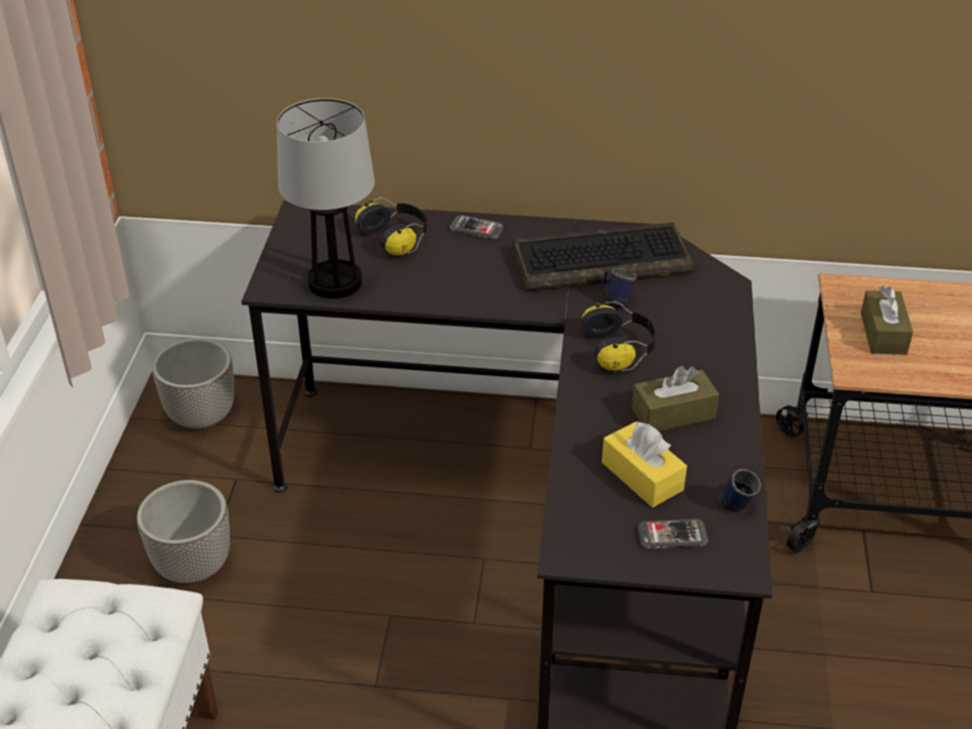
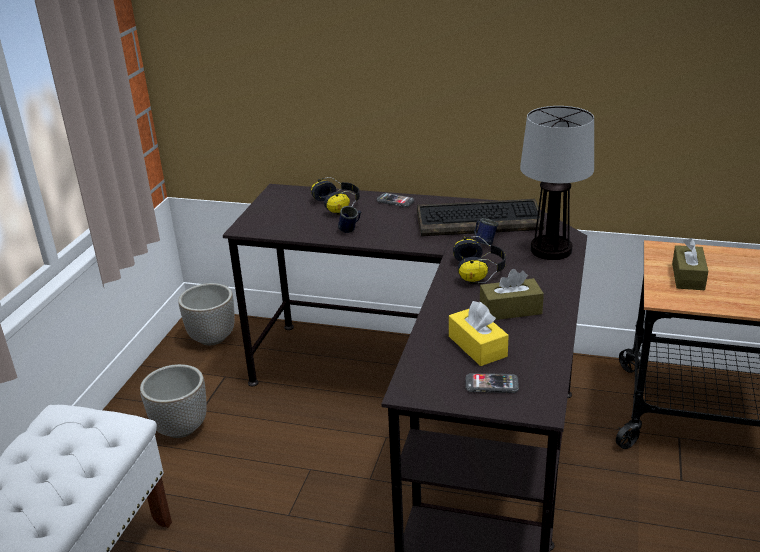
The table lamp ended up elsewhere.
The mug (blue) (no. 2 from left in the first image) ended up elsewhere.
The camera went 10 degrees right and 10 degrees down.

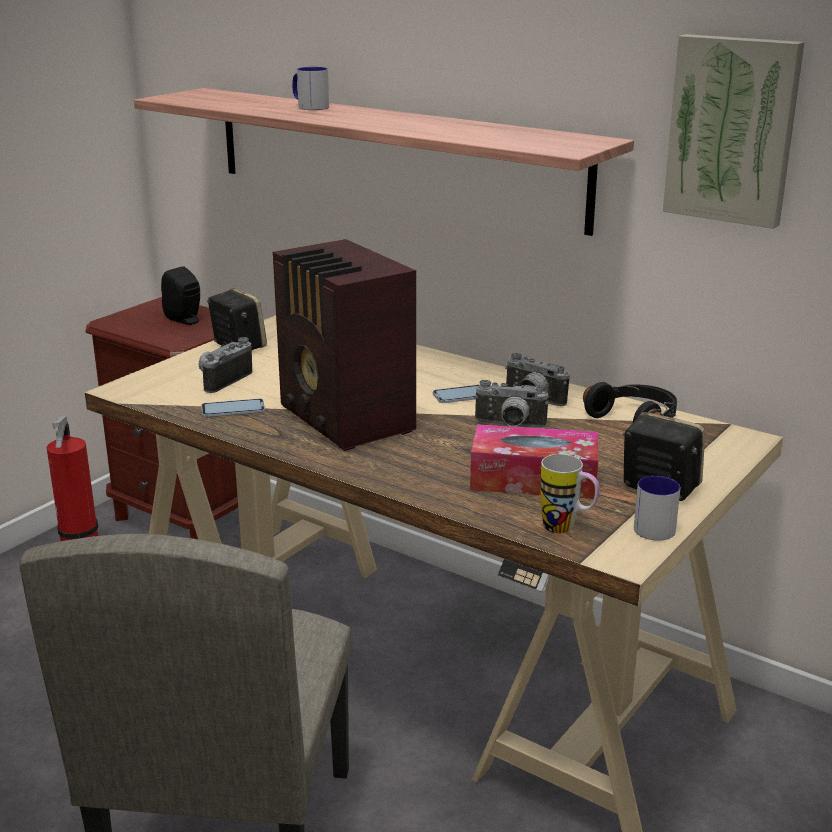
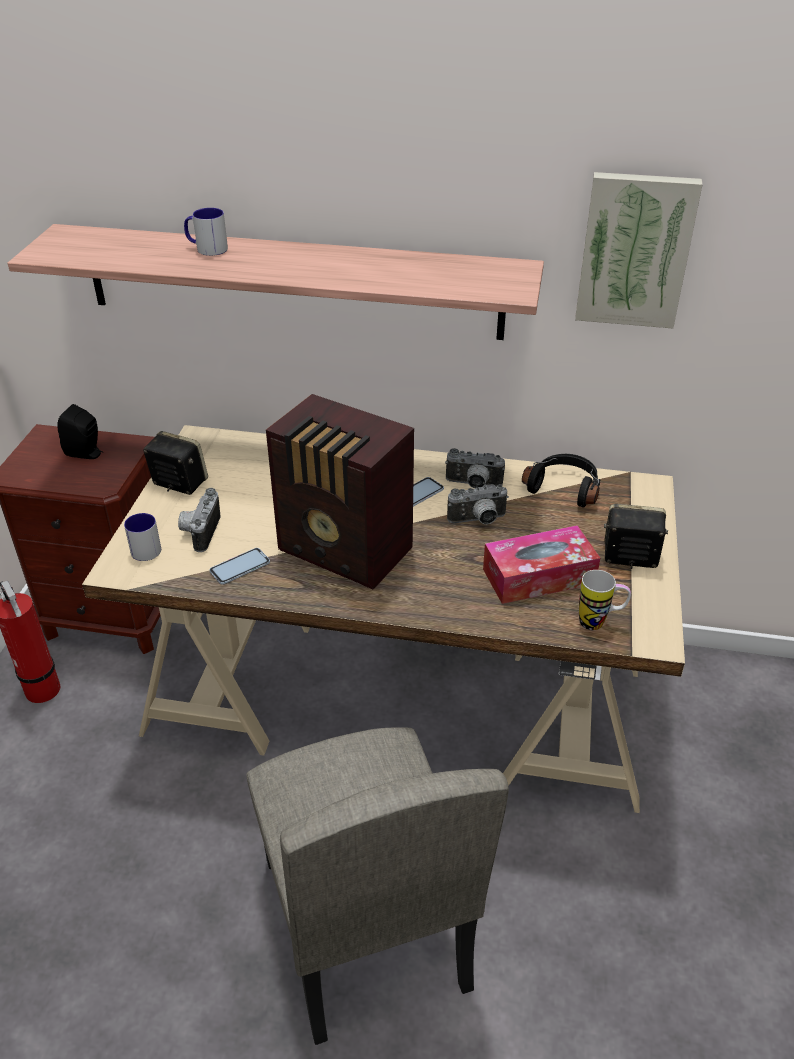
The mug (no. 3 from left in the first image) ended up elsewhere.
The camera went 25 degrees left and 15 degrees up.

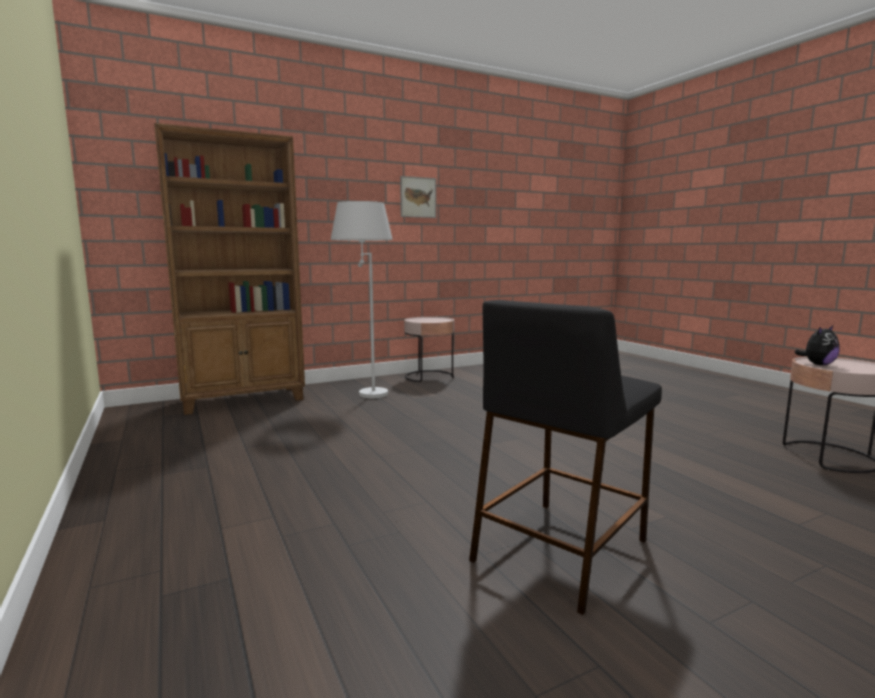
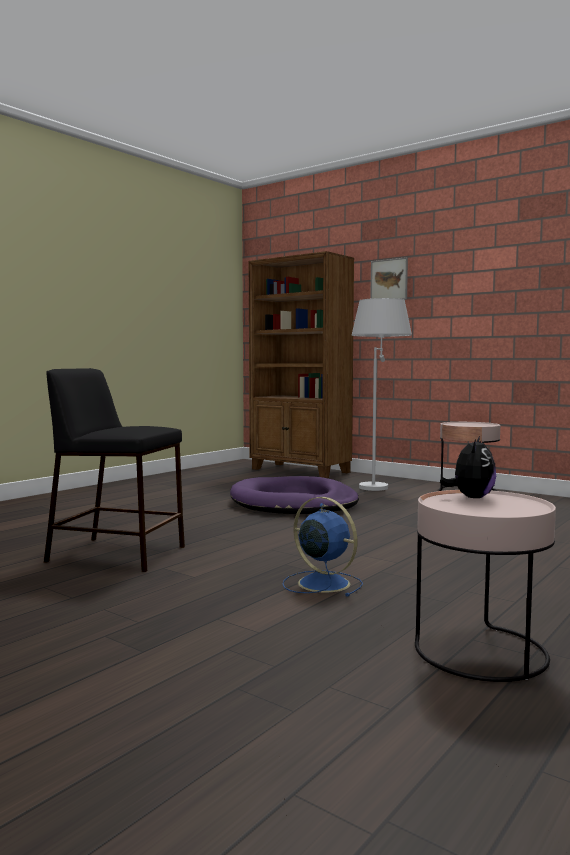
The picture ended up elsewhere.
The plush toy ended up facing another way, 105 degrees counterclockwise from before.
The second view gained the dog bed (purple).
The second view gained the fan (blue).
The camera went 65 degrees right and 5 degrees down.

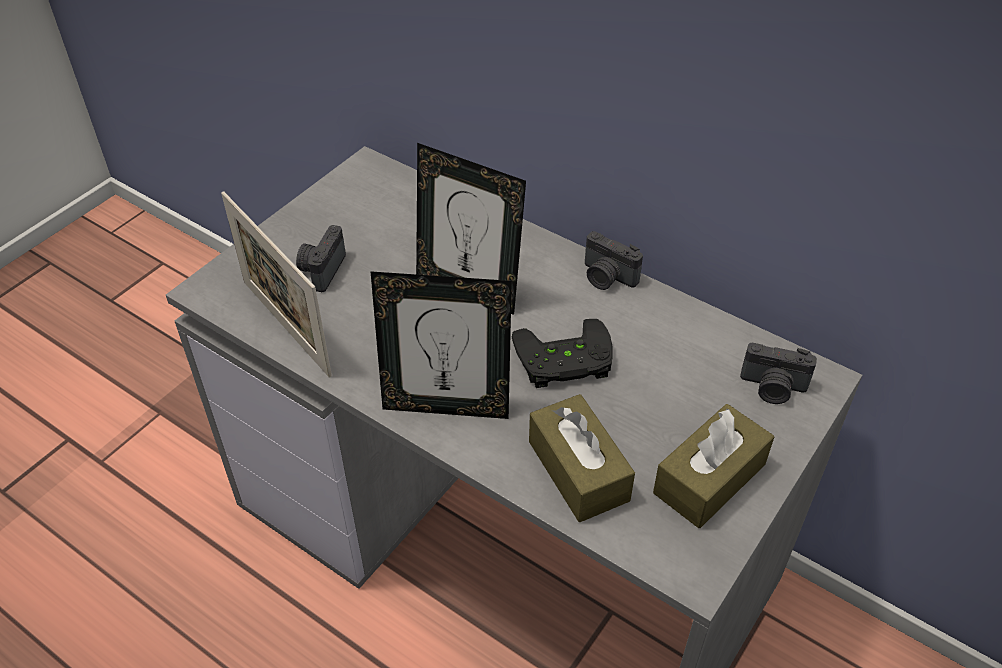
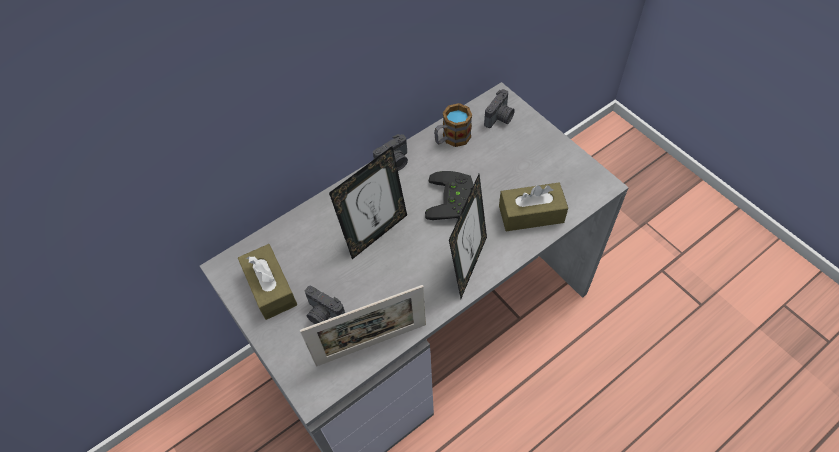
The tissue box (brown) (no. 2 from left in the first image) ended up elsewhere.
The second view gained the mug.
The camera went 70 degrees left and 10 degrees up.

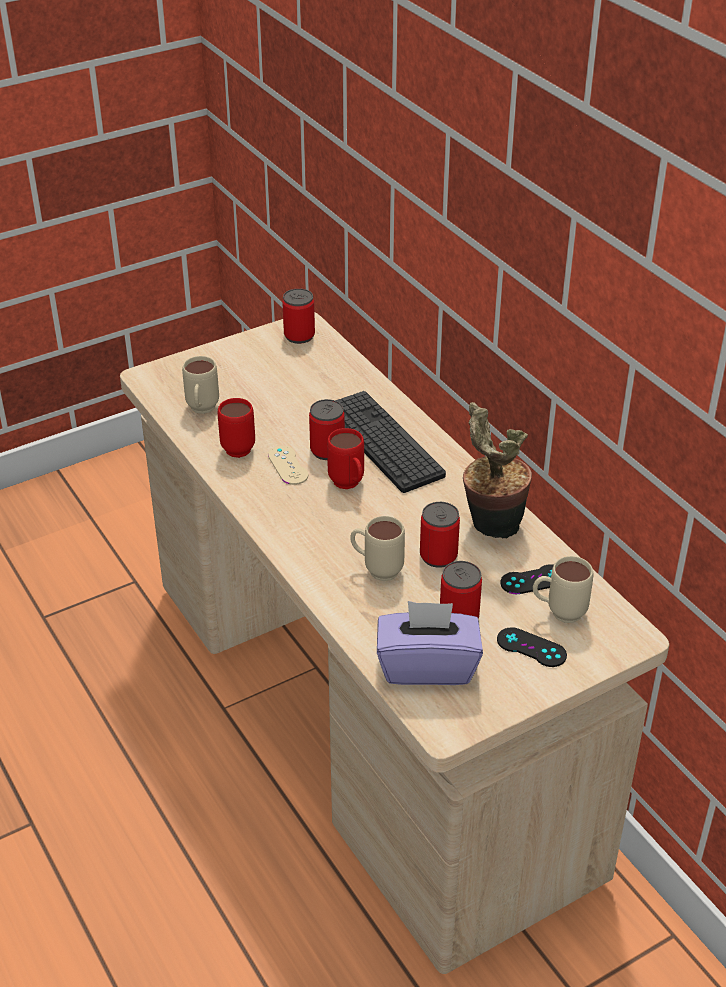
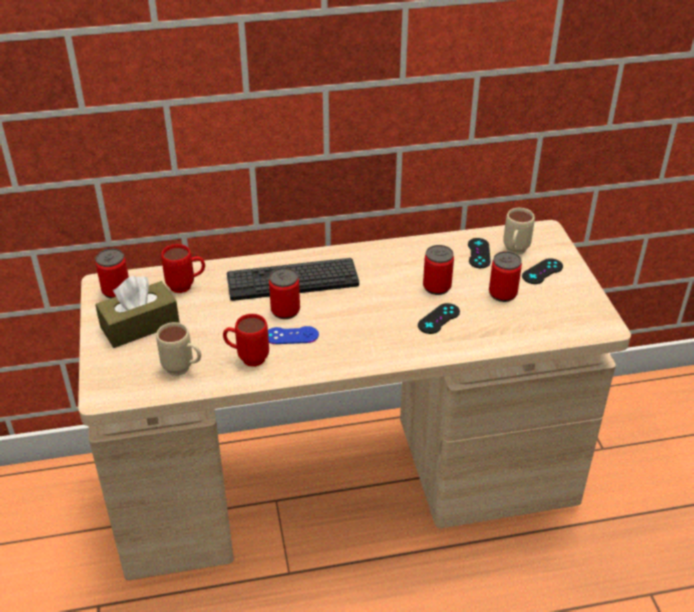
The second view lost the potted plant.
The mug (red) (no. 2 from left in the first image) ended up elsewhere.
What was the game controller (beige) turned into the game controller (blue).
Where the mug (beige) (no. 2 from left) stood, the game controller (black) (no. 1 from left) came to stand.
The second view lost the tissue box (purple).
The second view gained the tissue box (brown).
The camera went 70 degrees left and 0 degrees up.

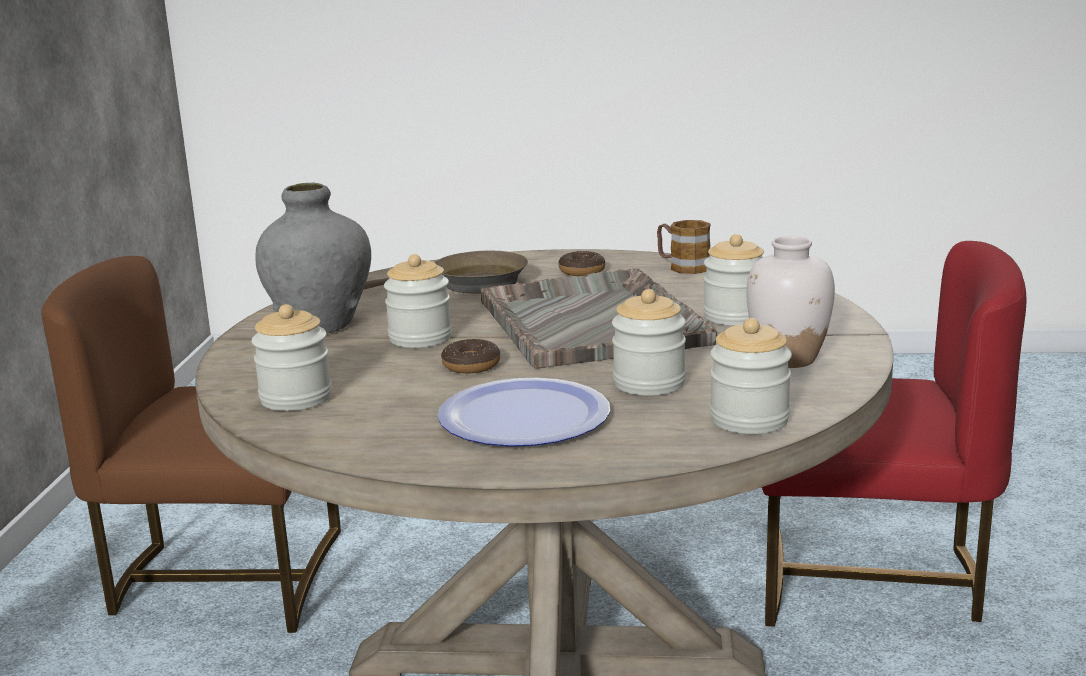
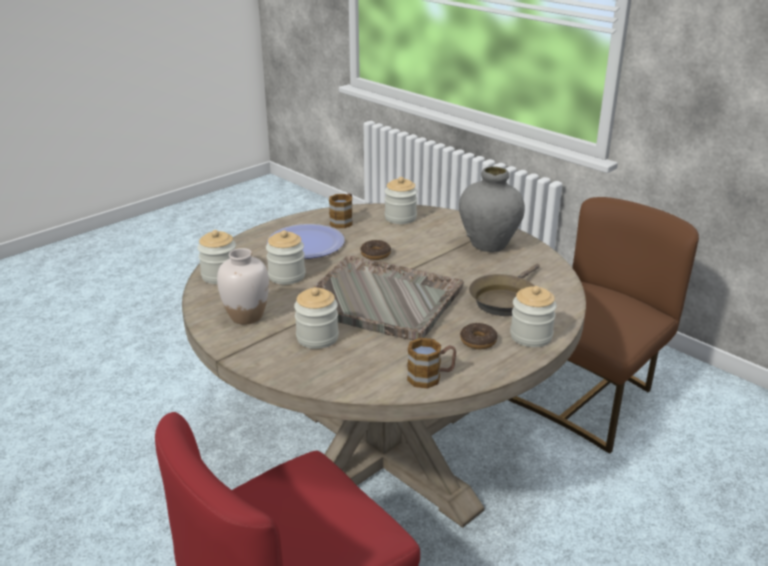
The jar (no. 2 from left in the first image) ended up elsewhere.
The second view gained the mug (no. 1 from left).
The camera went 130 degrees right and 10 degrees up.

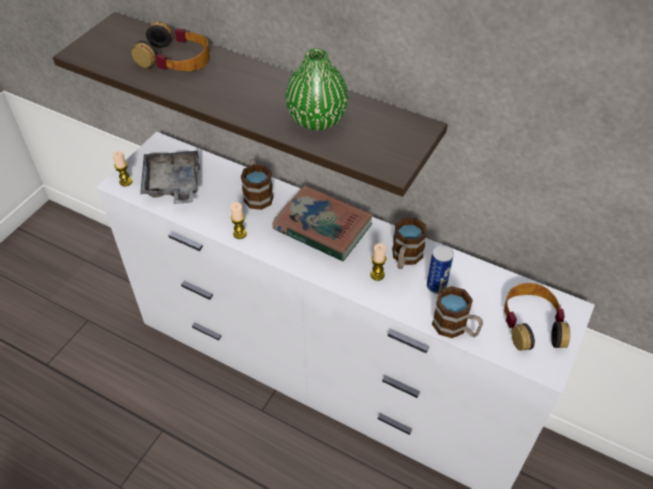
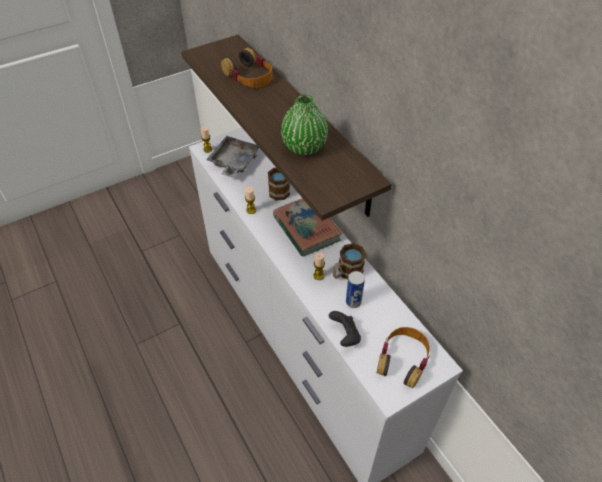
Where the mug (no. 3 from left) stood, the game controller (black) came to stand.
The camera went 30 degrees right and 0 degrees up.

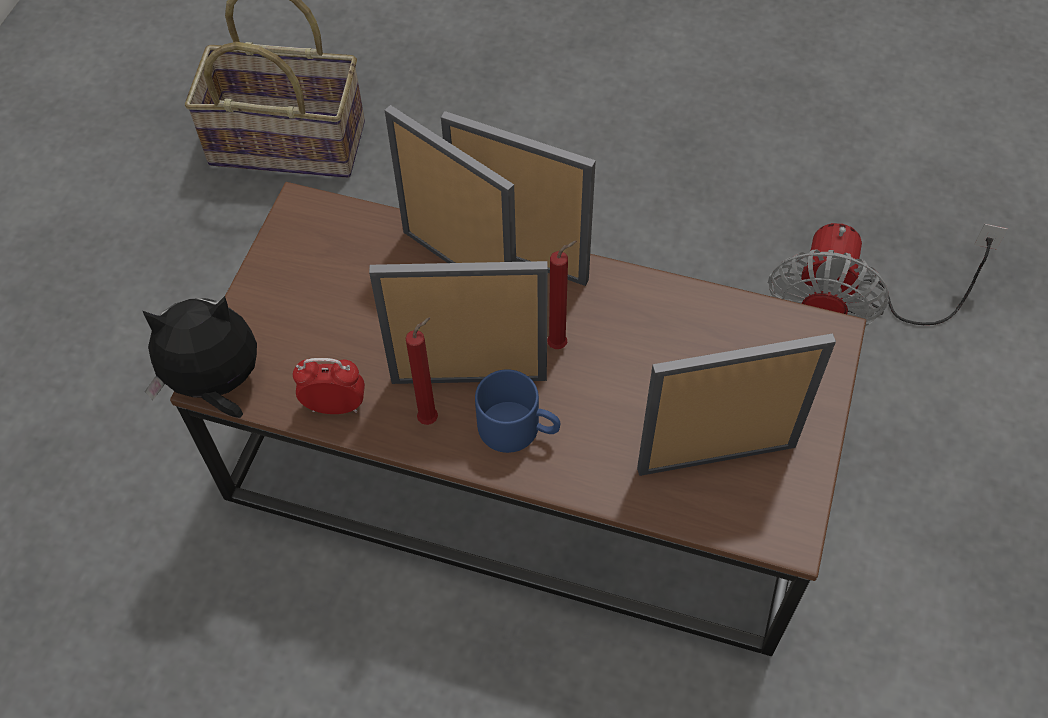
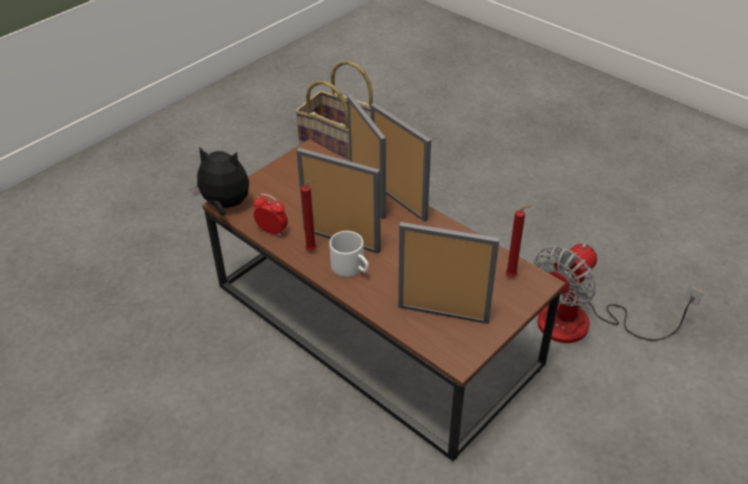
The candle (red) (no. 2 from left) ended up elsewhere.
What was the mug (blue) turned into the mug (white).
The camera went 25 degrees right and 15 degrees down.

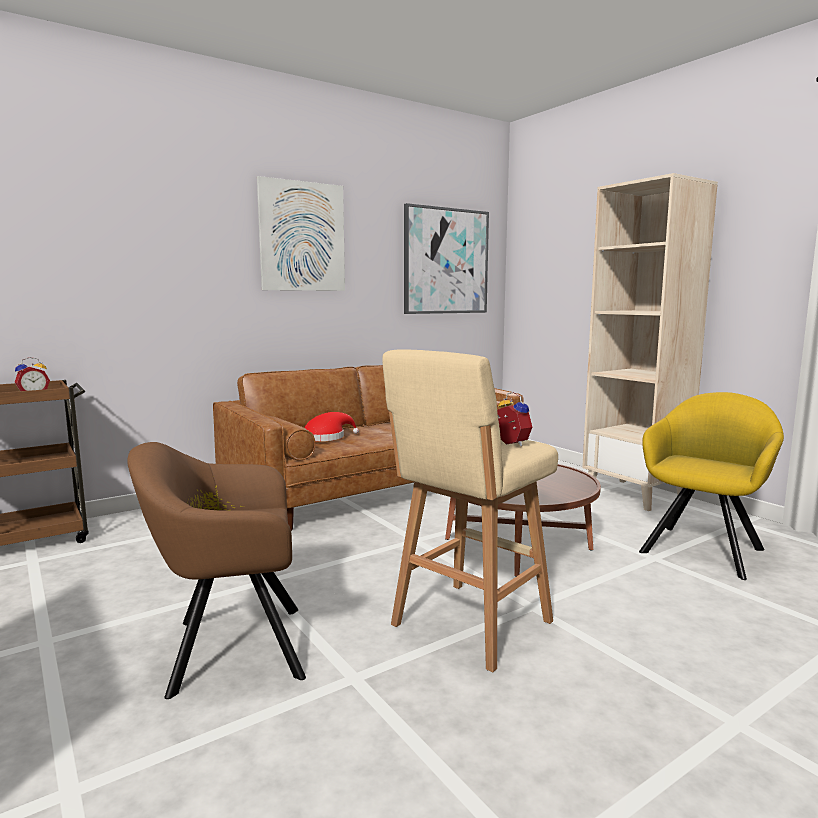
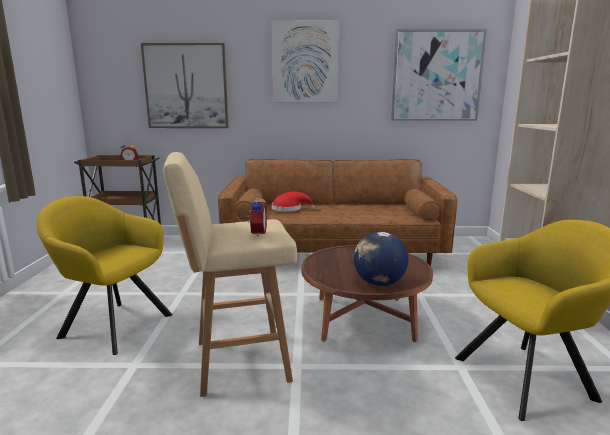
What was the armchair (brown) turned into the armchair (yellow) (no. 1 from left).
The second view gained the picture (no. 1 from left).
The second view gained the globe.
The camera went 35 degrees right and 5 degrees up.

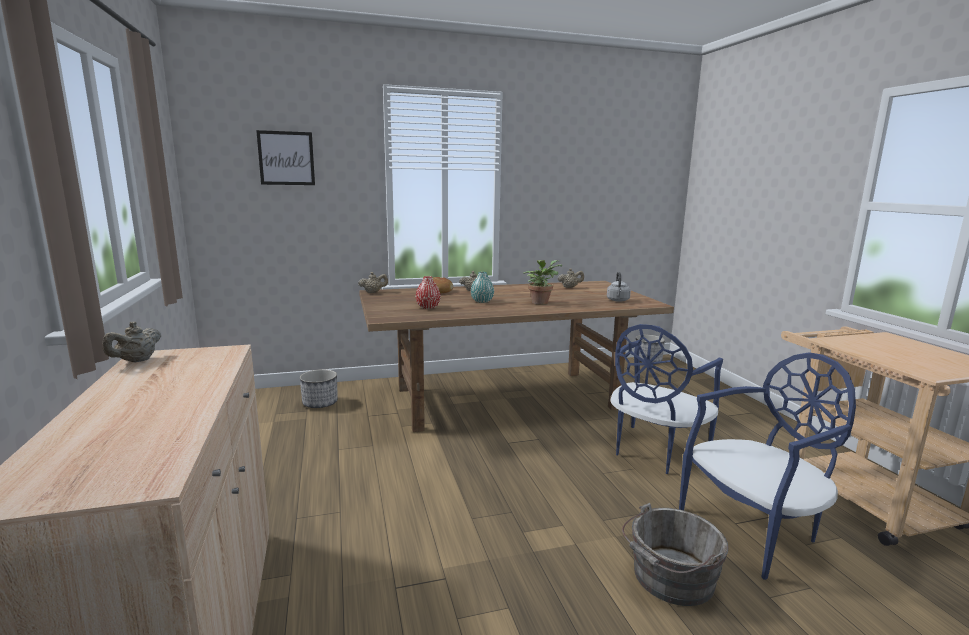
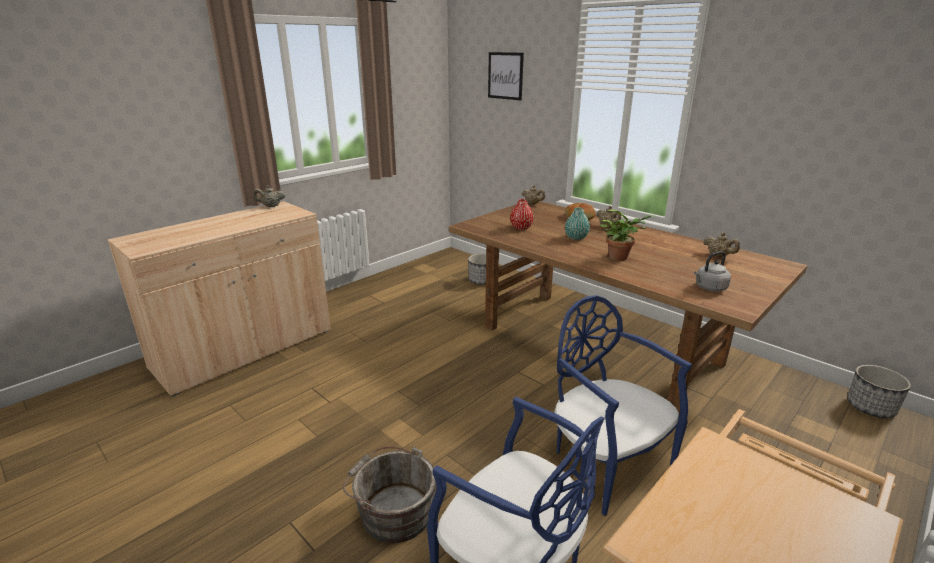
The chair (blue) (no. 1 from left in the first image) ended up facing another way, 45 degrees clockwise from before.
The camera went 60 degrees right and 10 degrees up.

